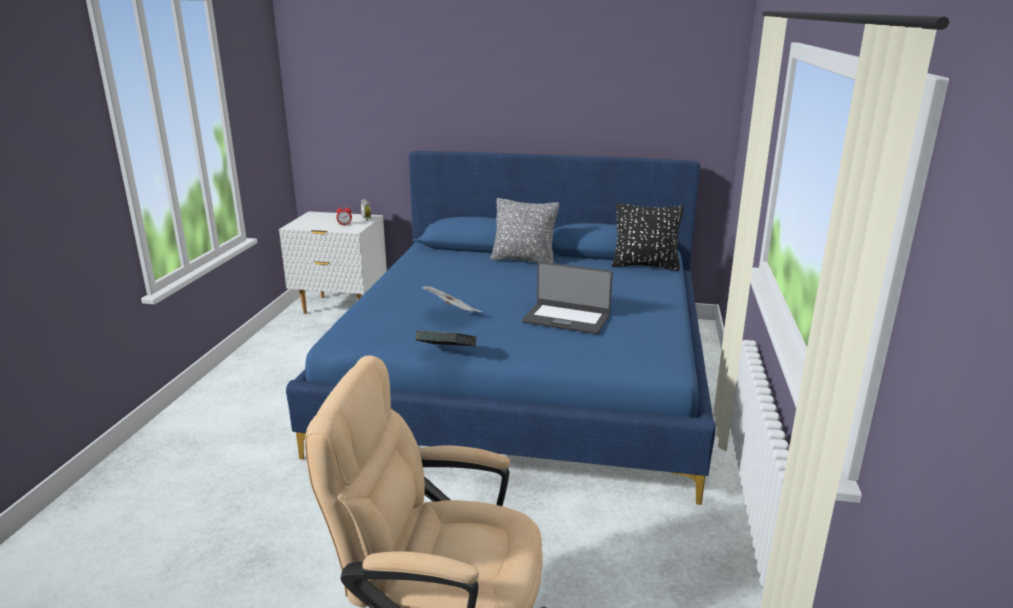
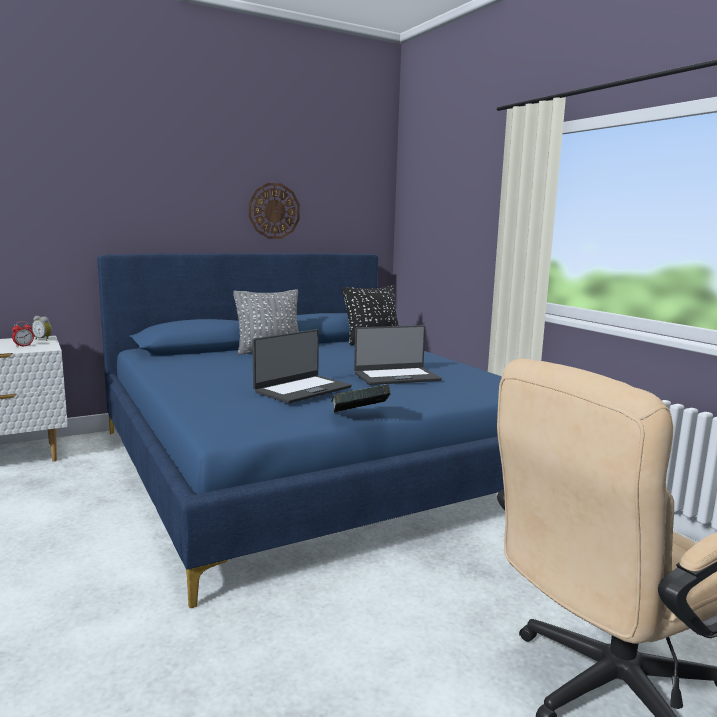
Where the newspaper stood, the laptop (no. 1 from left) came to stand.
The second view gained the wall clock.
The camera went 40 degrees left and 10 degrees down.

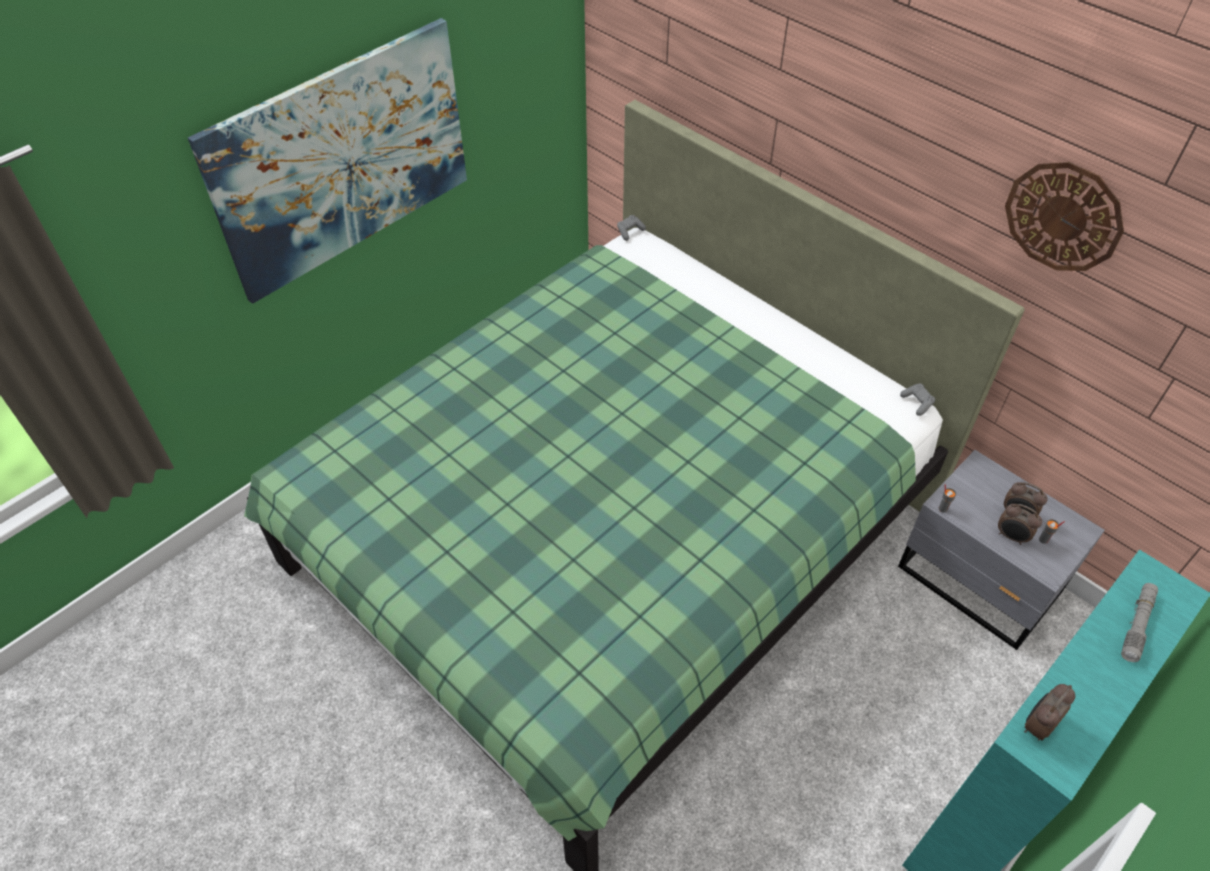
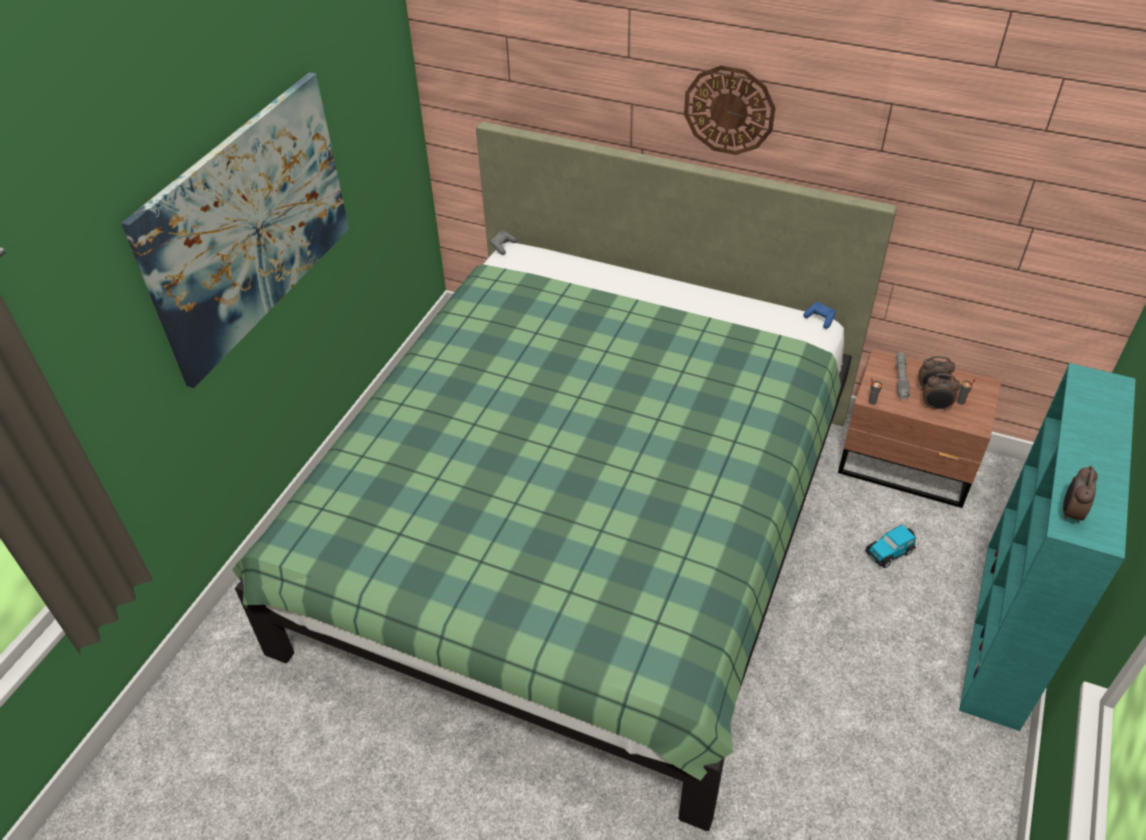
The wall clock ended up elsewhere.
What was the game controller (grey) (no. 2 from left) turned into the game controller (blue).
What was the nightstand (grey) turned into the nightstand (brown).
The flashlight (grey) ended up elsewhere.
The second view gained the toy car.
The camera went 20 degrees left and 5 degrees down.

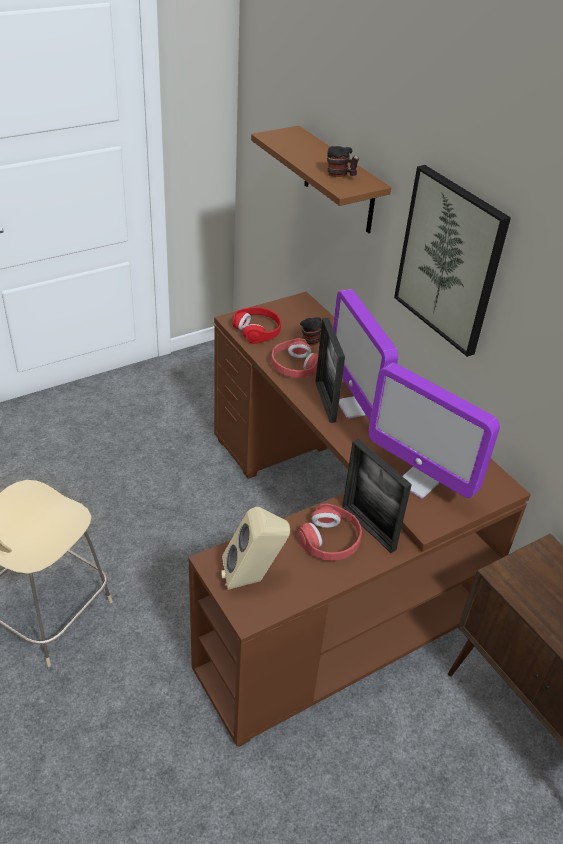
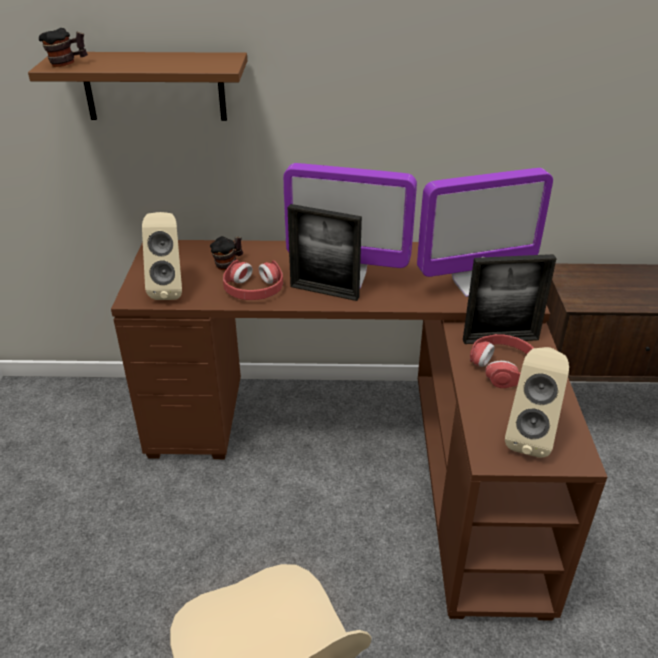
The mug (no. 2 from left in the first image) ended up elsewhere.
The second view lost the picture.
Where the headphones (red) (no. 1 from left) stood, the speaker (beige) (no. 1 from left) came to stand.
The camera went 55 degrees left and 5 degrees down.

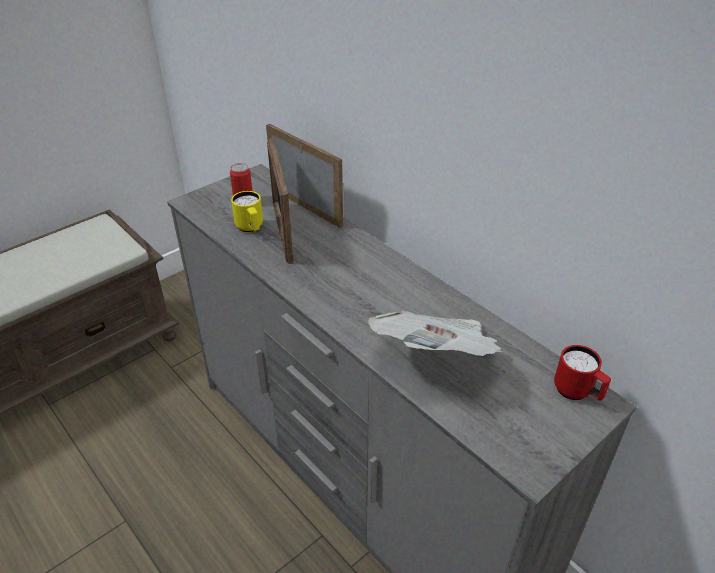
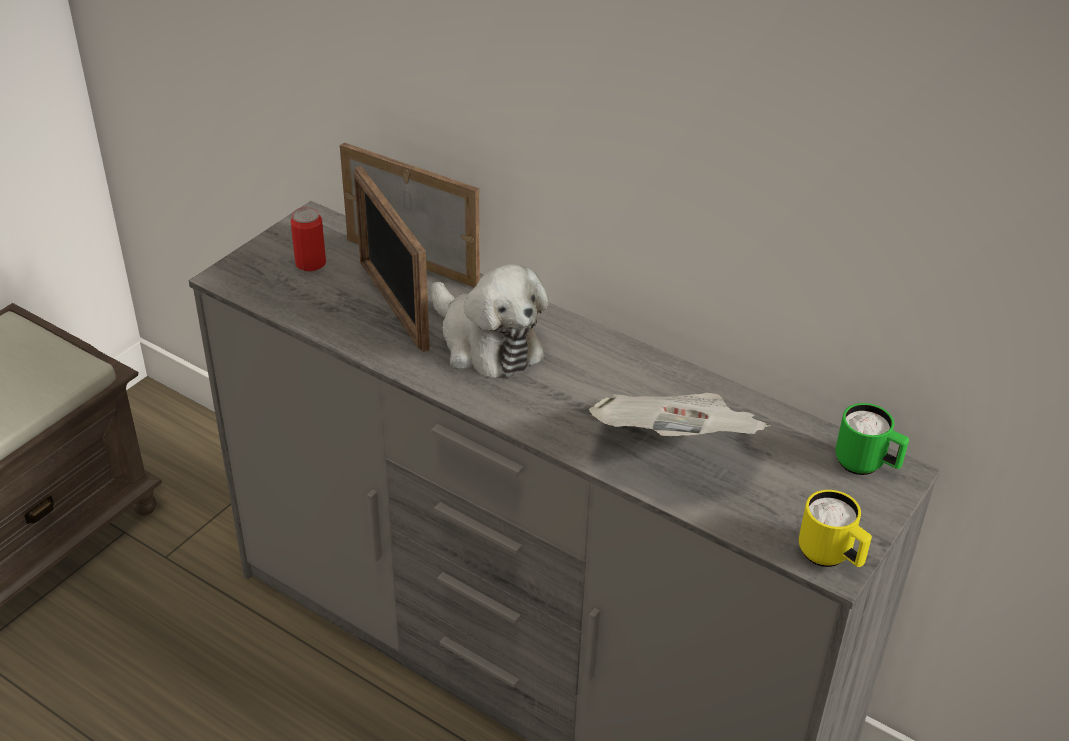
The mug (yellow) ended up elsewhere.
What was the mug (red) turned into the mug (green).
The second view gained the plush toy.
The camera went 15 degrees left and 0 degrees up.

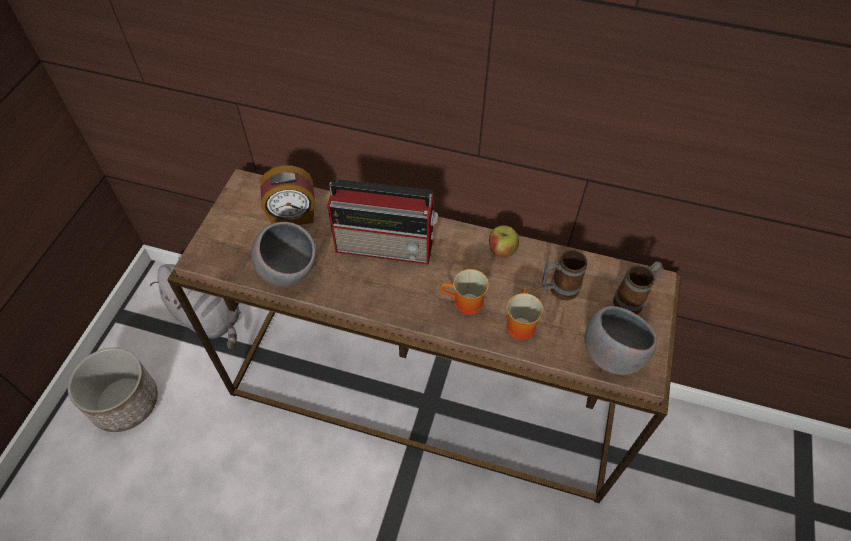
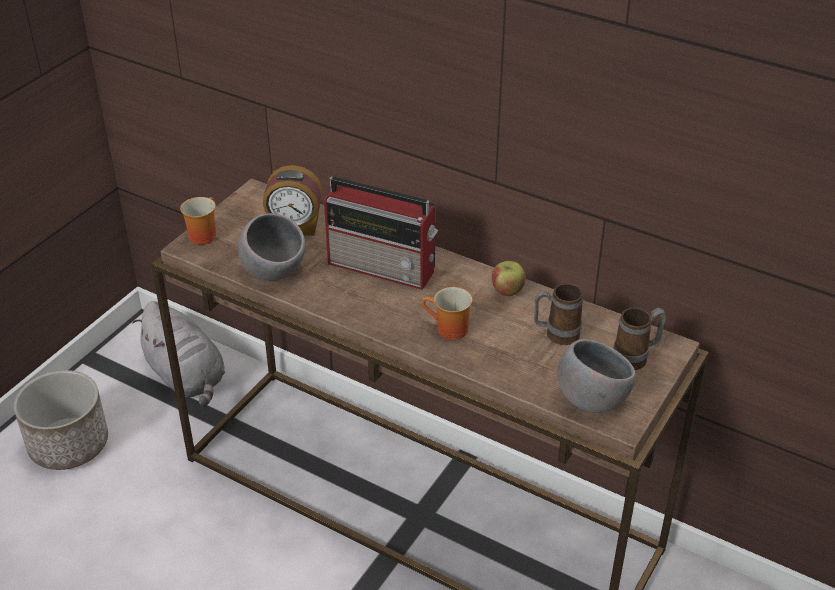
The mug (no. 2 from left in the first image) ended up elsewhere.
The camera went 15 degrees right and 15 degrees down.

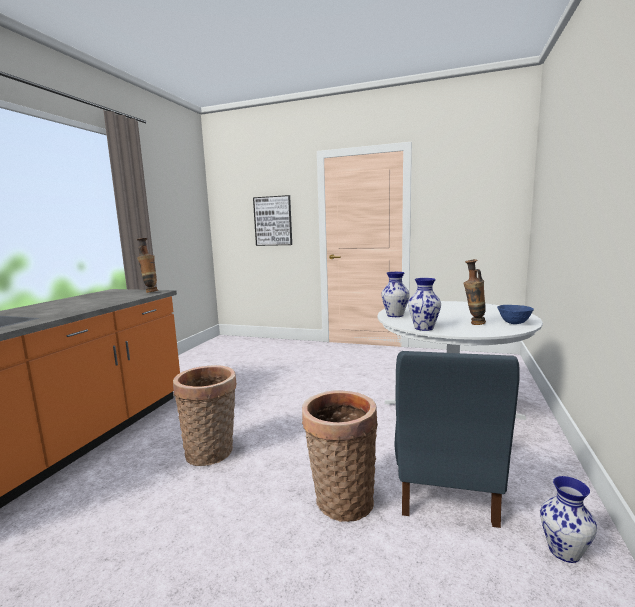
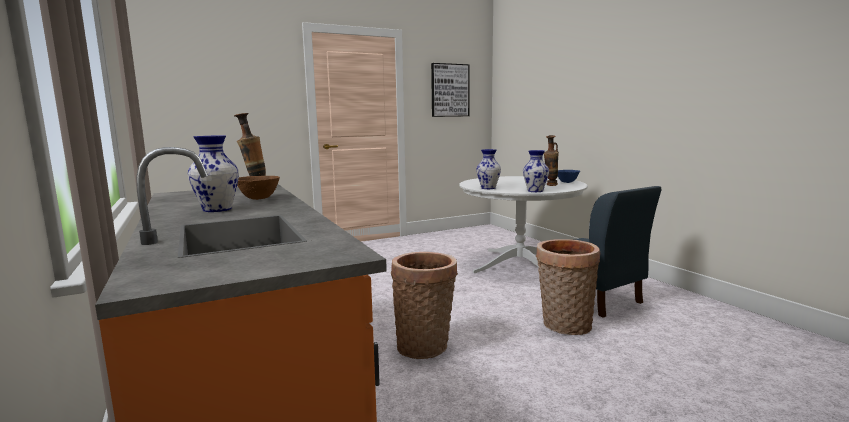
The picture ended up elsewhere.
The vase (no. 5 from left in the first image) ended up elsewhere.
The second view gained the bowl (brown).
The camera went 45 degrees left and 0 degrees up.

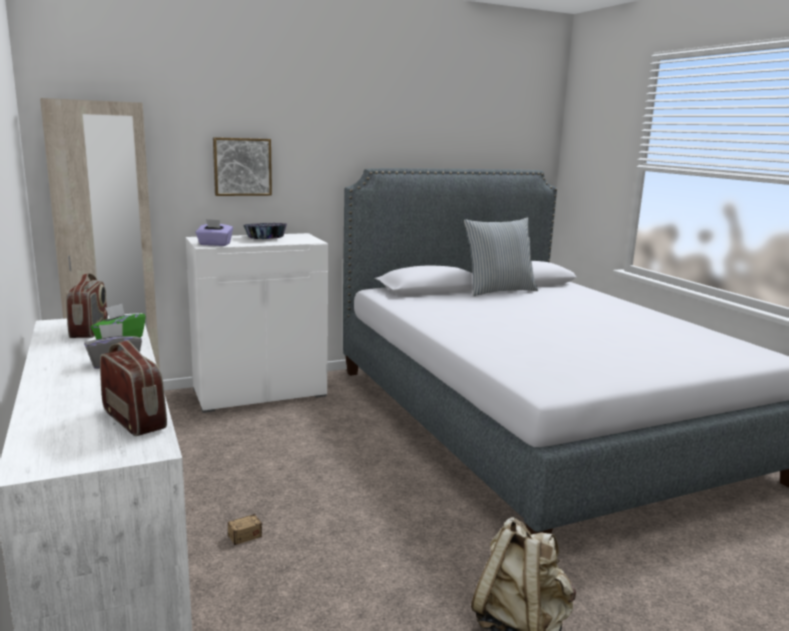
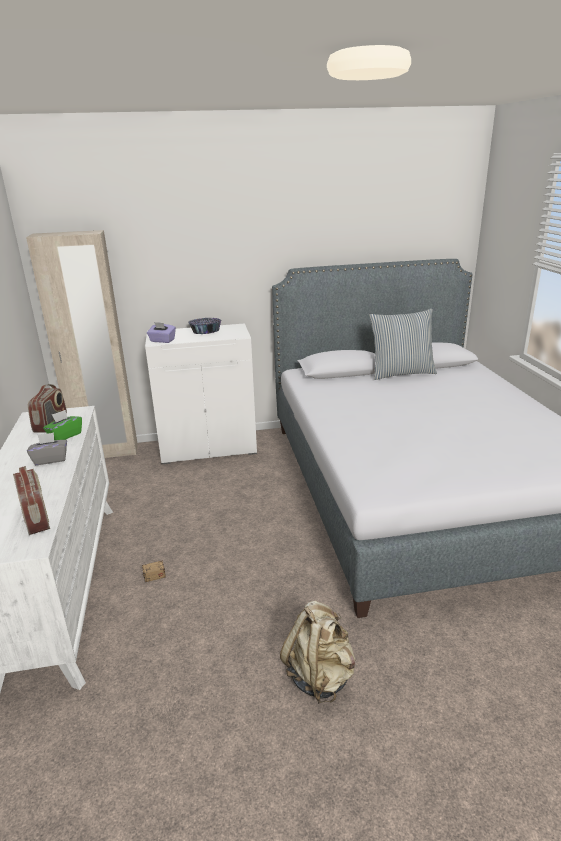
The second view lost the picture.
The camera went 15 degrees right and 10 degrees up.

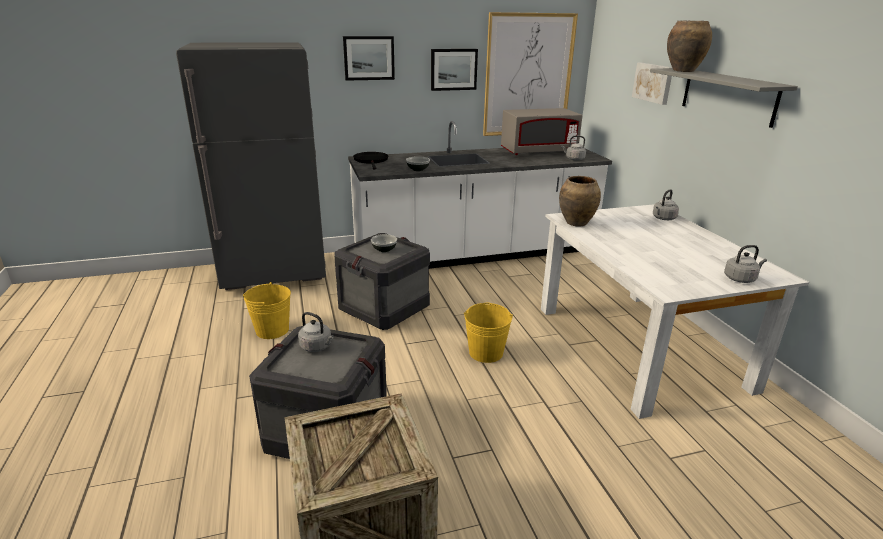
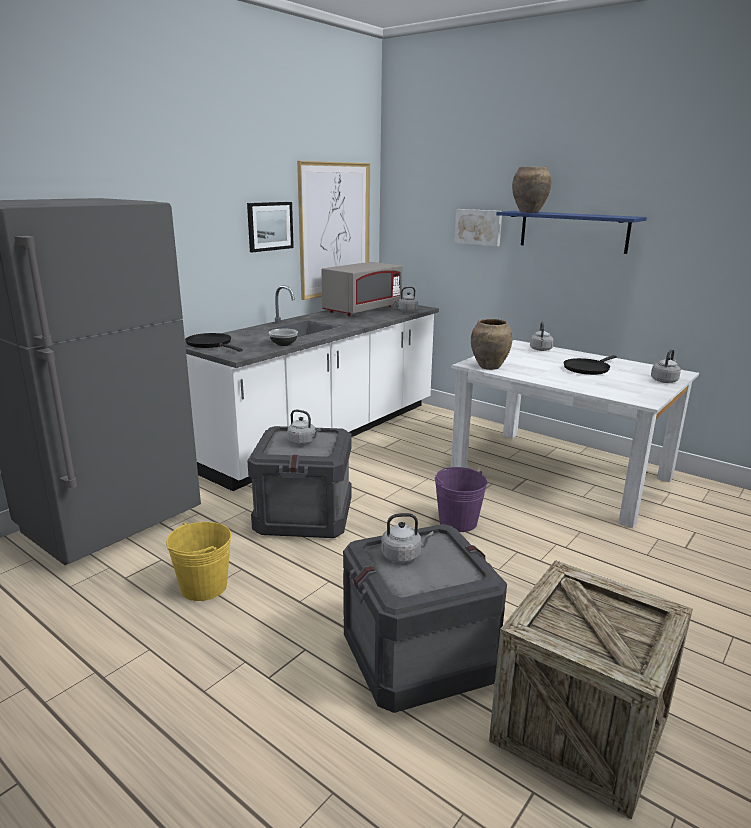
The second view lost the picture (no. 1 from left).
What was the shelf (grey) turned into the shelf (blue).
Where the bowl (no. 1 from left) stood, the kettle (grey) (no. 1 from left) came to stand.
What was the bucket (yellow) (no. 2 from left) turned into the bucket (purple).
The second view gained the frying pan (black) (no. 2 from left).
The camera went 35 degrees left and 5 degrees down.

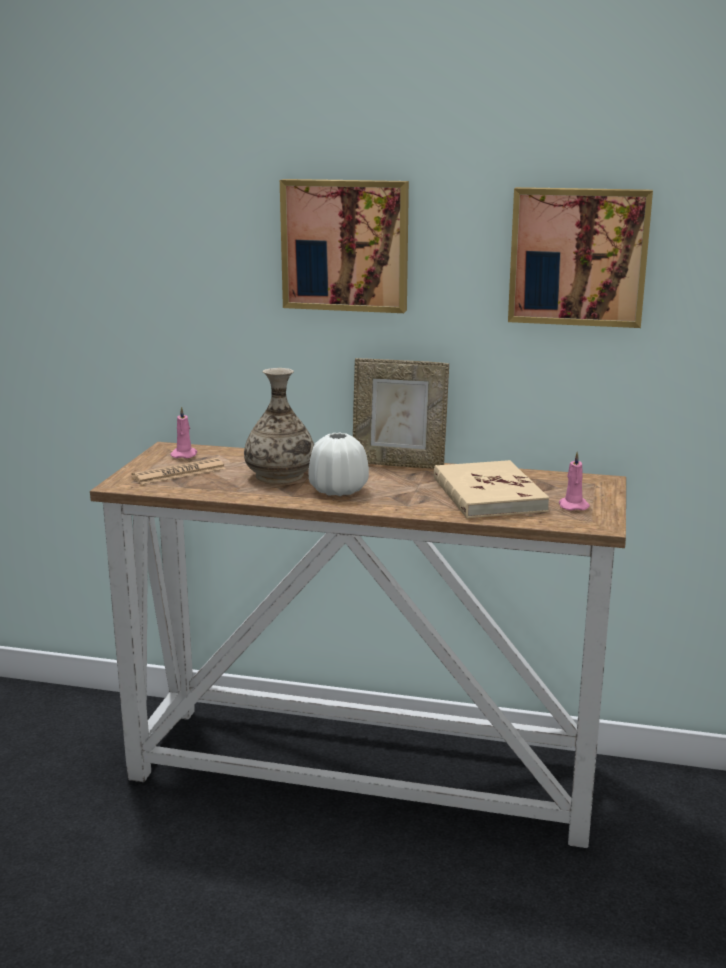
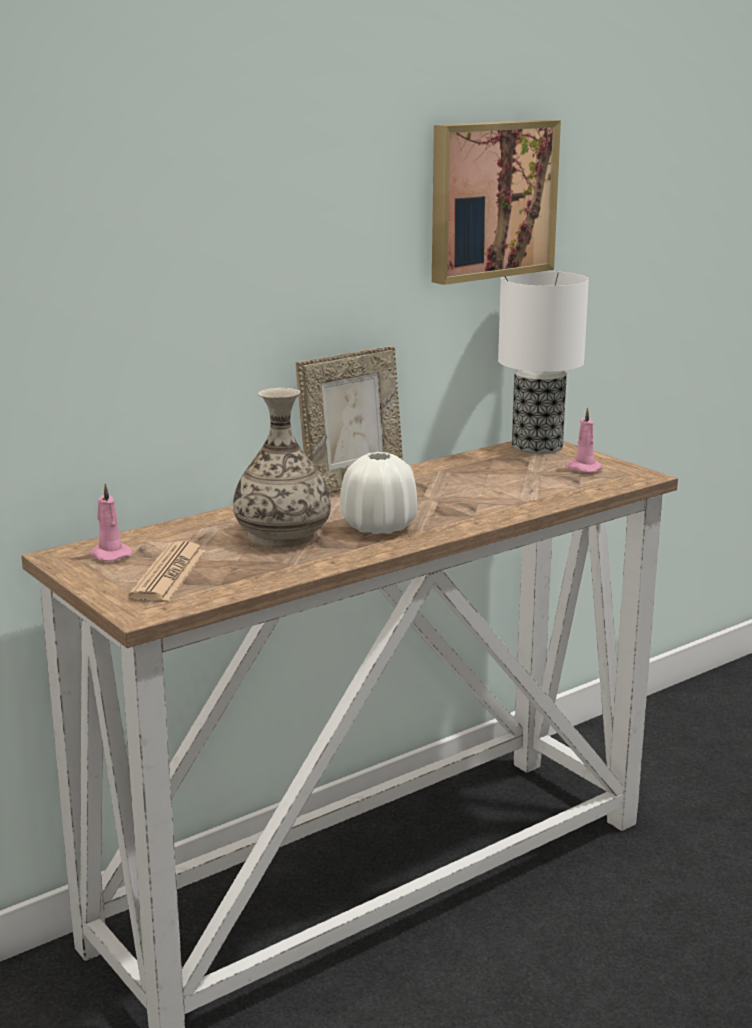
The second view lost the picture (no. 1 from left).
The second view lost the book (beige).
The second view gained the table lamp.
The camera went 50 degrees left and 0 degrees up.

